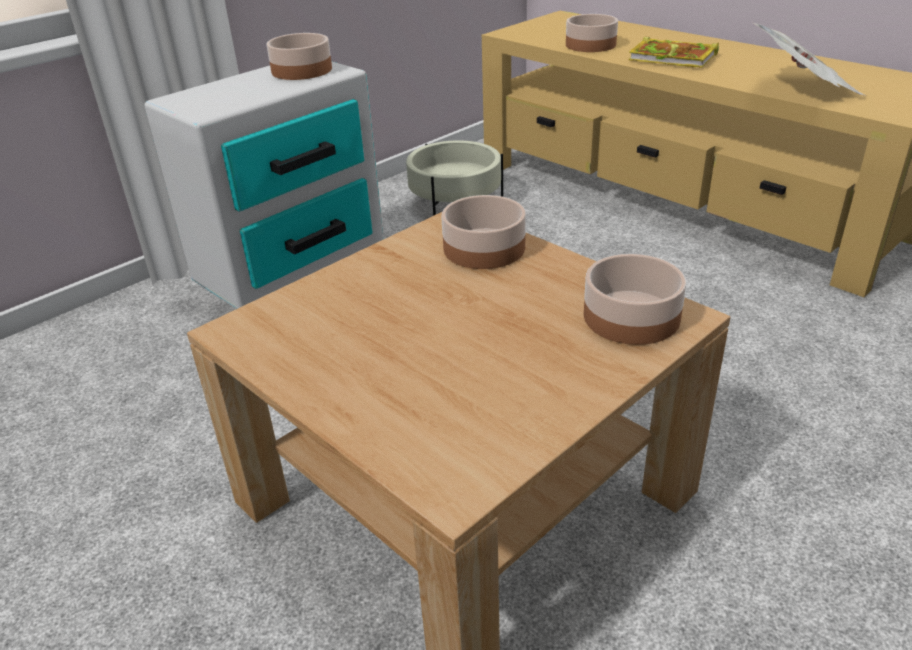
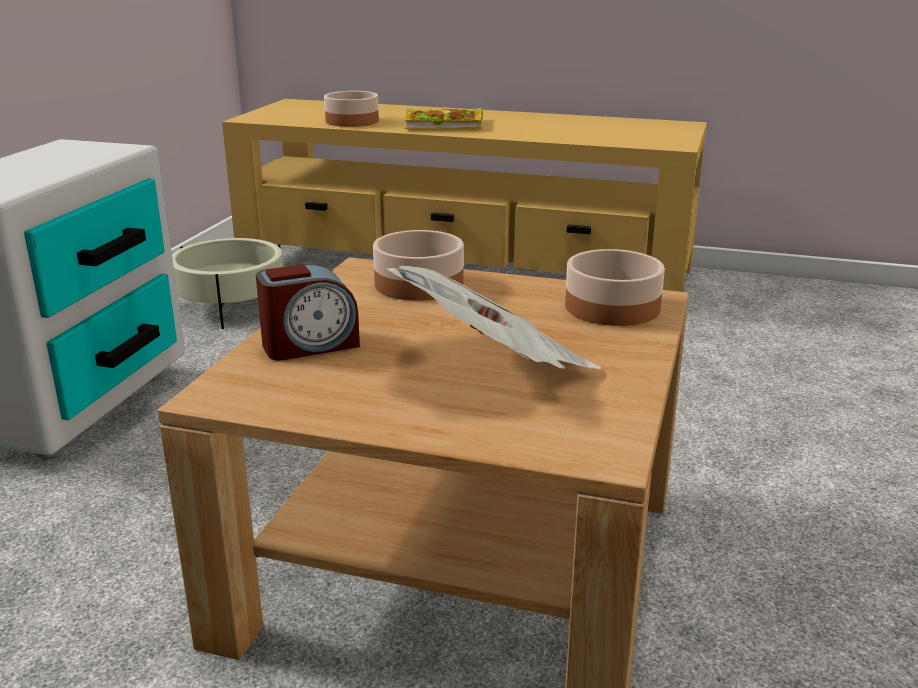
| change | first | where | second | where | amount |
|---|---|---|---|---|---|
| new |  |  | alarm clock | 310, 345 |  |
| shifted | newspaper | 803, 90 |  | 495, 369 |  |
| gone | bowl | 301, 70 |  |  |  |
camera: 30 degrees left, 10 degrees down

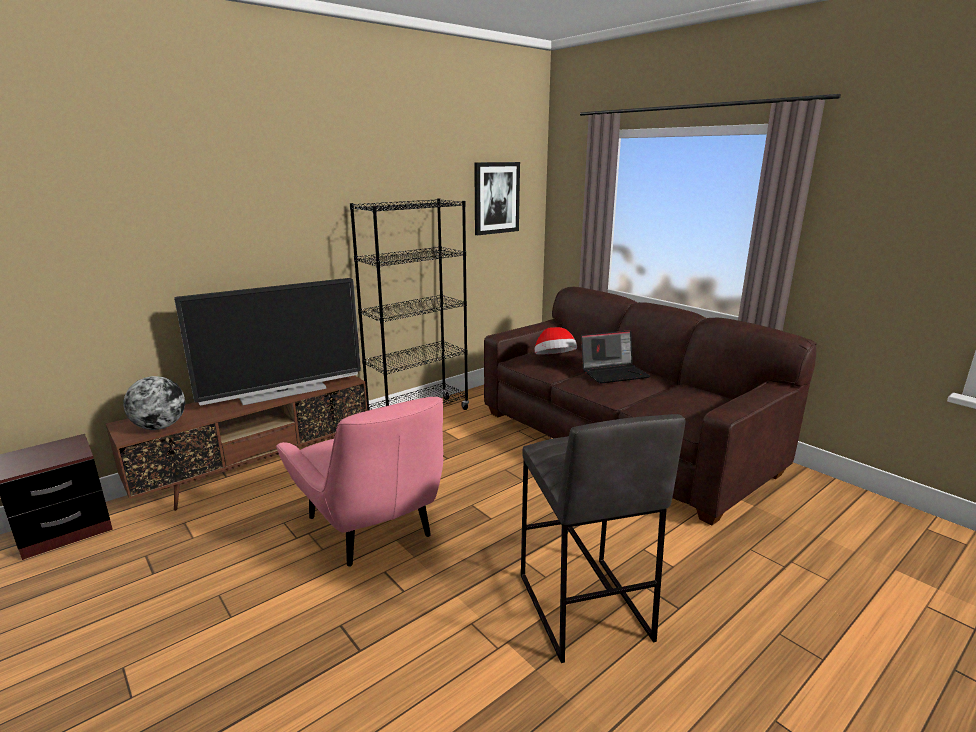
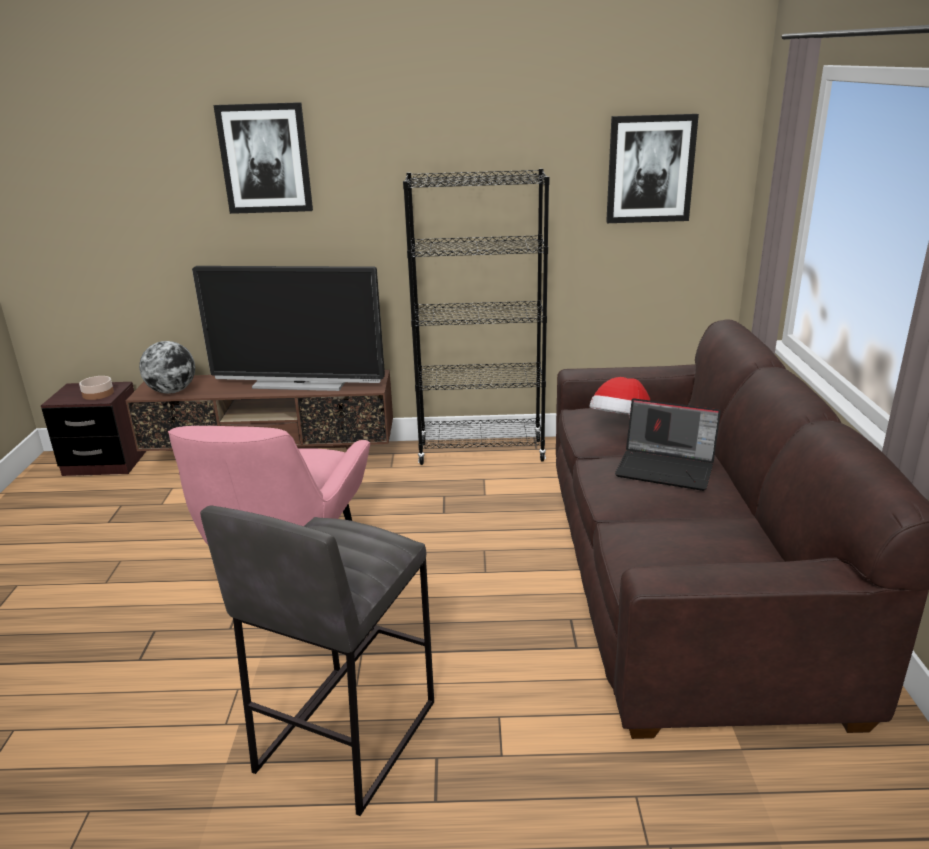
| change | first | where | second | where | amount |
|---|---|---|---|---|---|
| new |  |  | bowl | 98, 393 |  |
| new |  |  | picture | 265, 159 |  |
camera: 40 degrees right, 5 degrees up

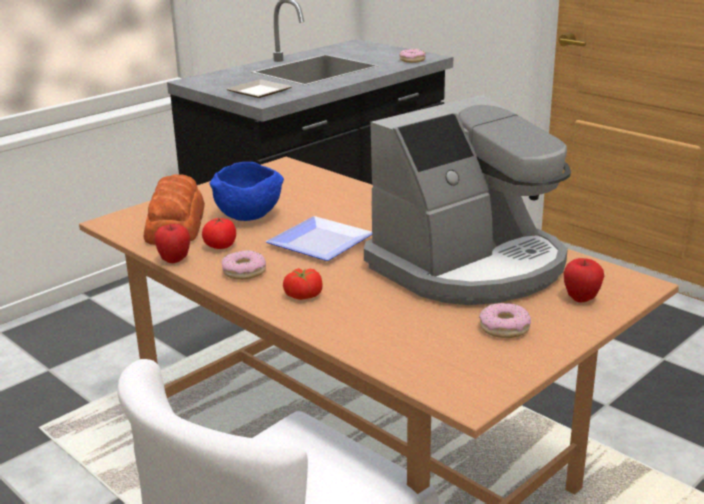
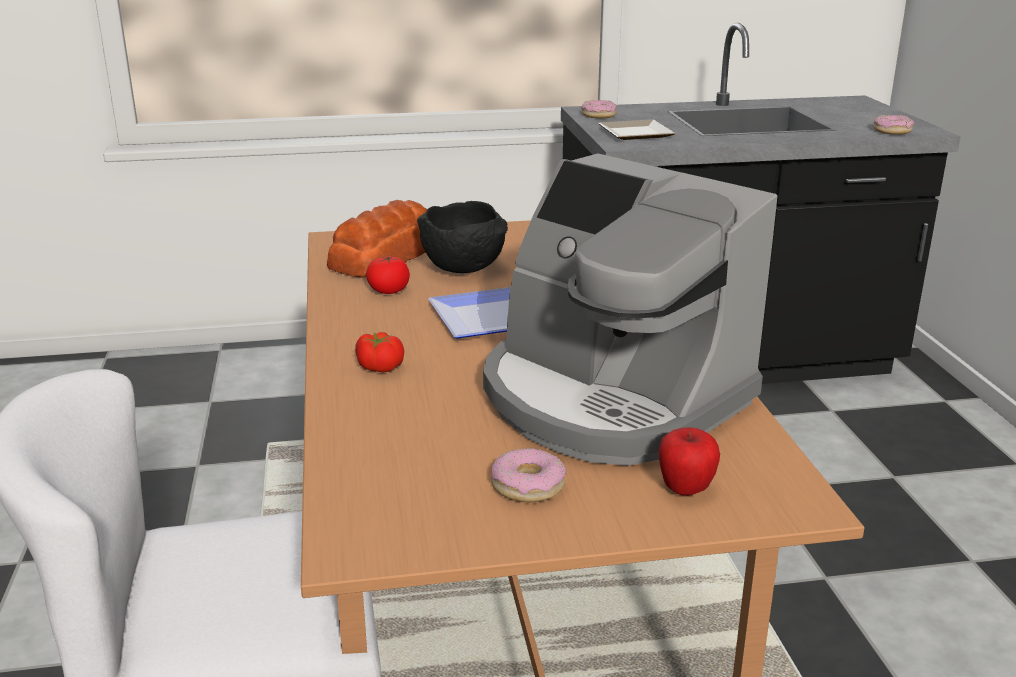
| change | first | where | second | where | amount |
|---|---|---|---|---|---|
| repainted | blue bowl | 249, 216 | black bowl | 465, 269 |  |
| rotated | coffee machine | 469, 266 |  | 610, 399 | 45 degrees clockwise |
| shifted | donut | 244, 271 |  | 599, 115 |  |
| gone | apple | 174, 260 |  |  |  |
camera: 35 degrees right, 0 degrees up

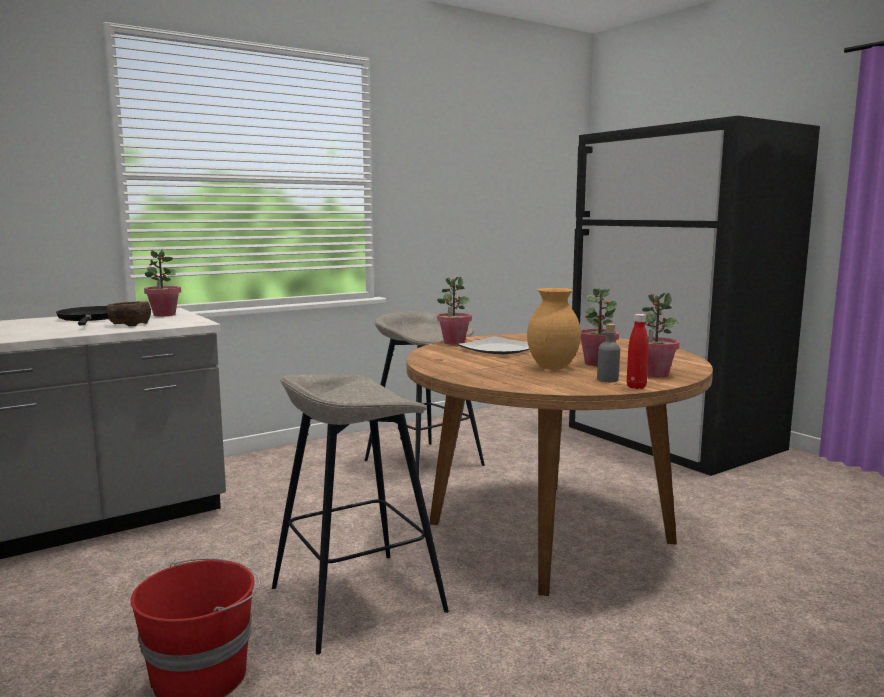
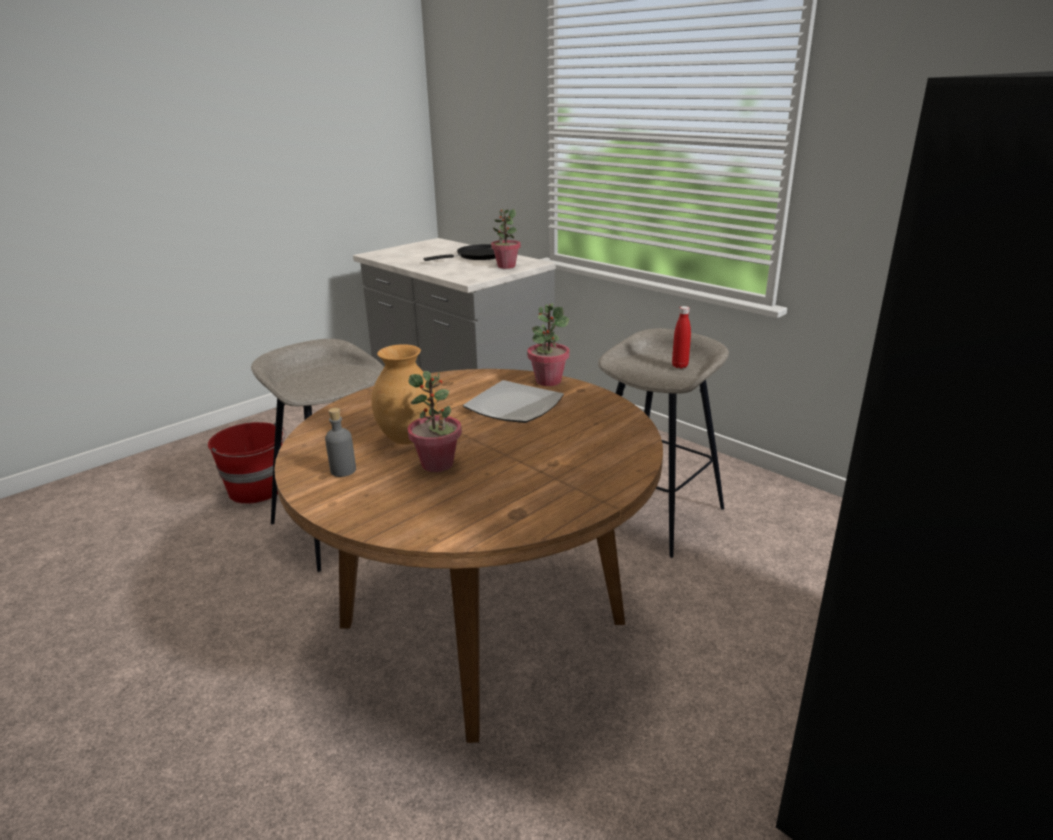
| change | first | where | second | where | amount |
|---|---|---|---|---|---|
| shifted | red bottle | 636, 387 |  | 680, 366 |  |
| gone | brown bowl | 129, 324 |  |  |  |
| gone | potted plant | 654, 374 |  |  |  |
camera: 80 degrees right, 15 degrees up

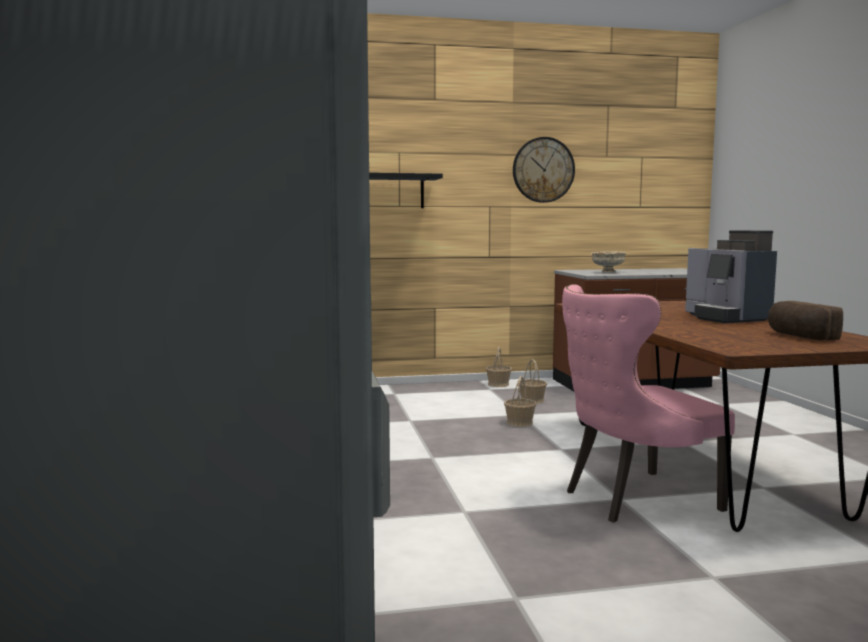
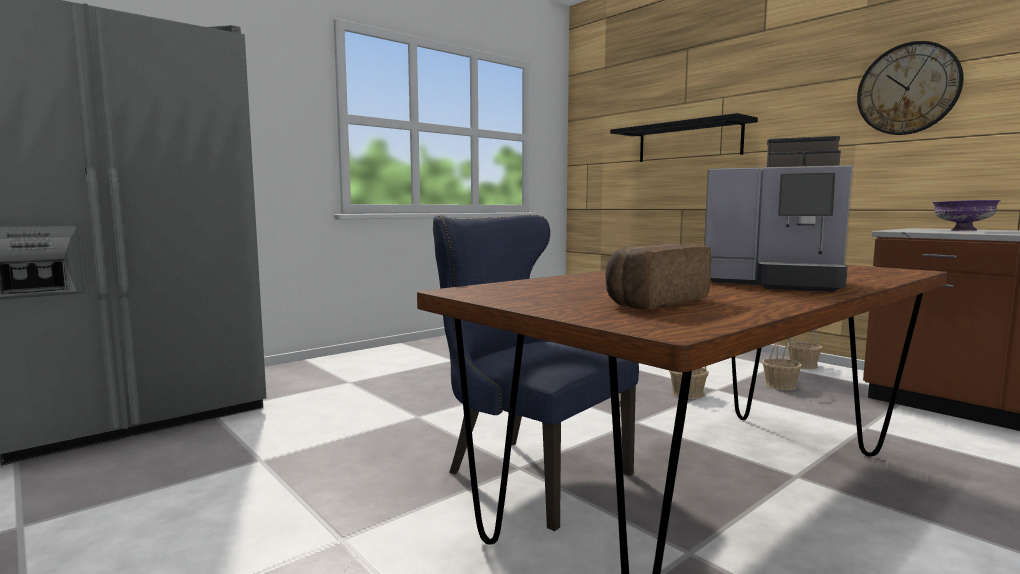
| change | first | where | second | where | amount |
|---|---|---|---|---|---|
| repainted | pink chair | 634, 498 | blue chair | 529, 474 |  |
| rotated | coffee machine | 725, 318 |  | 775, 283 | 105 degrees counterclockwise |
| repainted | beige bowl | 608, 272 | purple bowl | 962, 231 |  |
camera: 60 degrees right, 0 degrees up

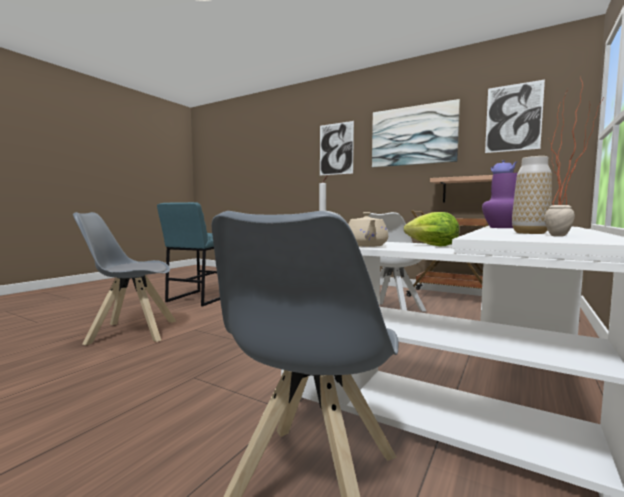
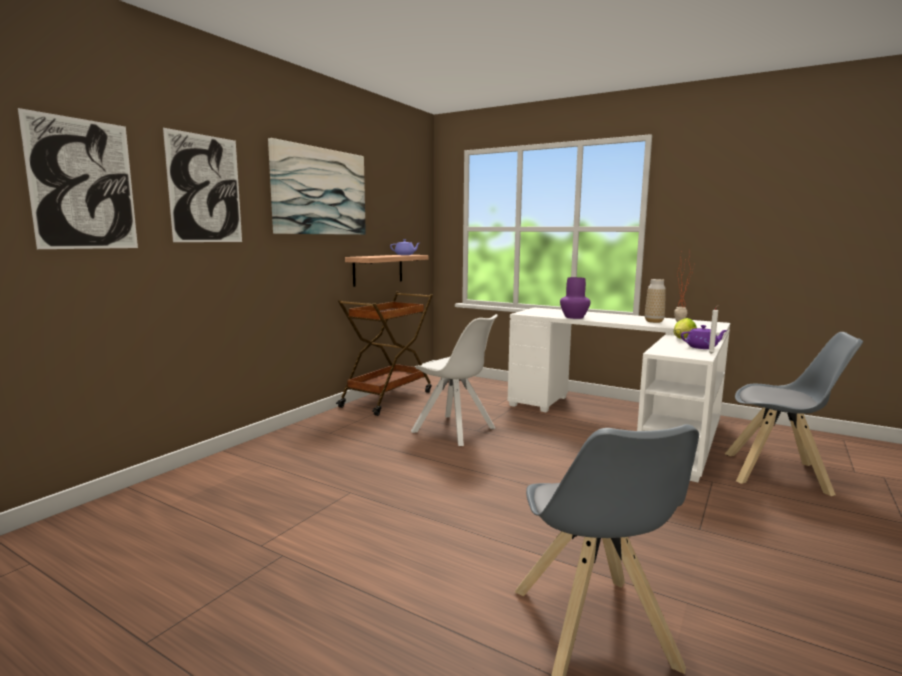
| change | first | where | second | where | amount |
|---|---|---|---|---|---|
| shifted | picture | 513, 117 |  | 83, 184 |  |
| repainted | beige teapot | 366, 246 | purple teapot | 702, 347 |  |
| gone | blue stool | 199, 298 |  |  |  |
camera: 90 degrees left, 5 degrees up

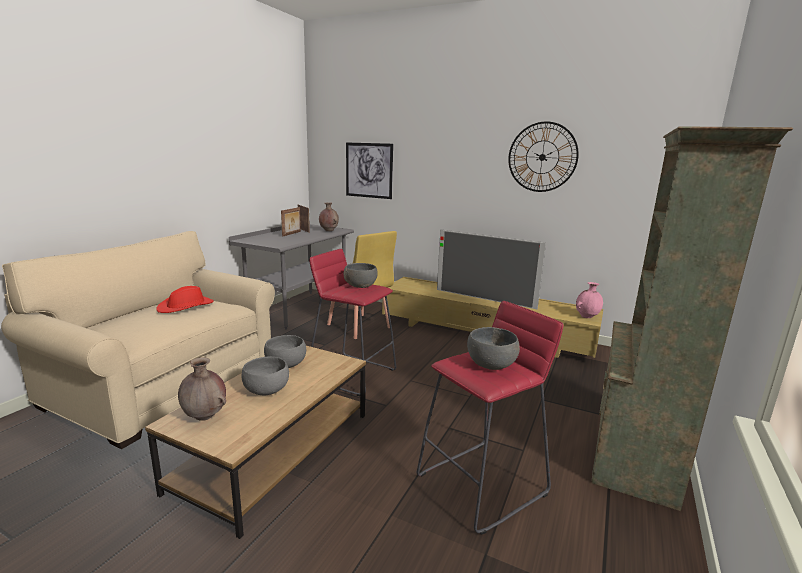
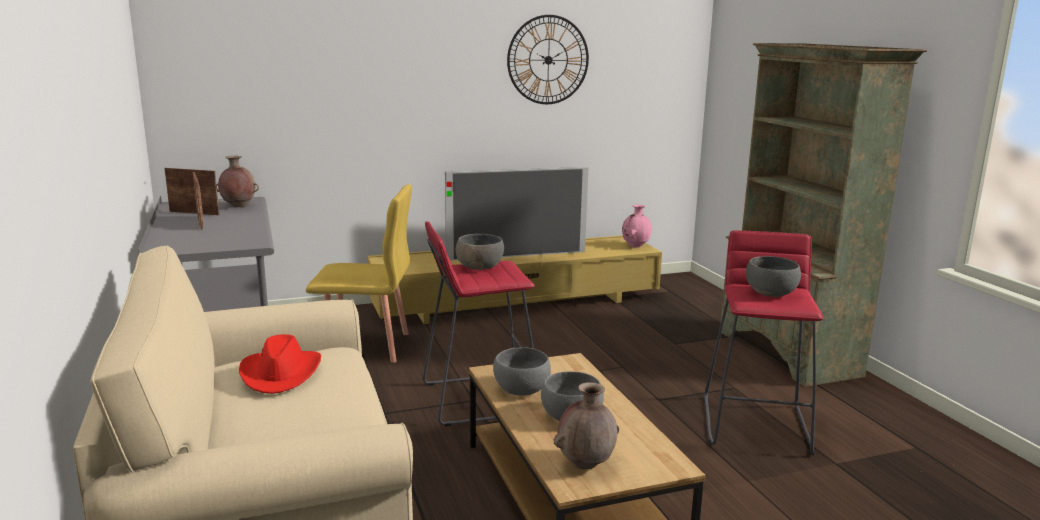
| change | first | where | second | where | amount |
|---|---|---|---|---|---|
| gone | picture | 369, 170 |  |  |  |
camera: 45 degrees left, 0 degrees up

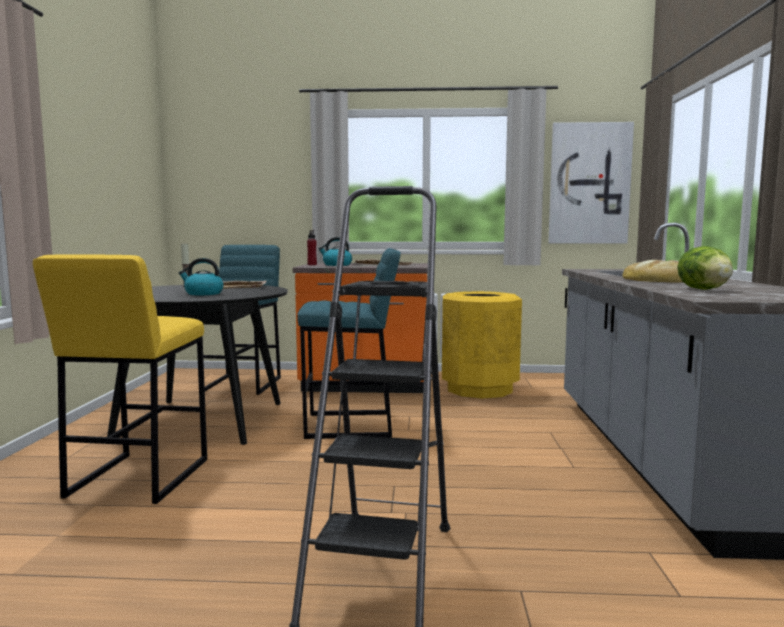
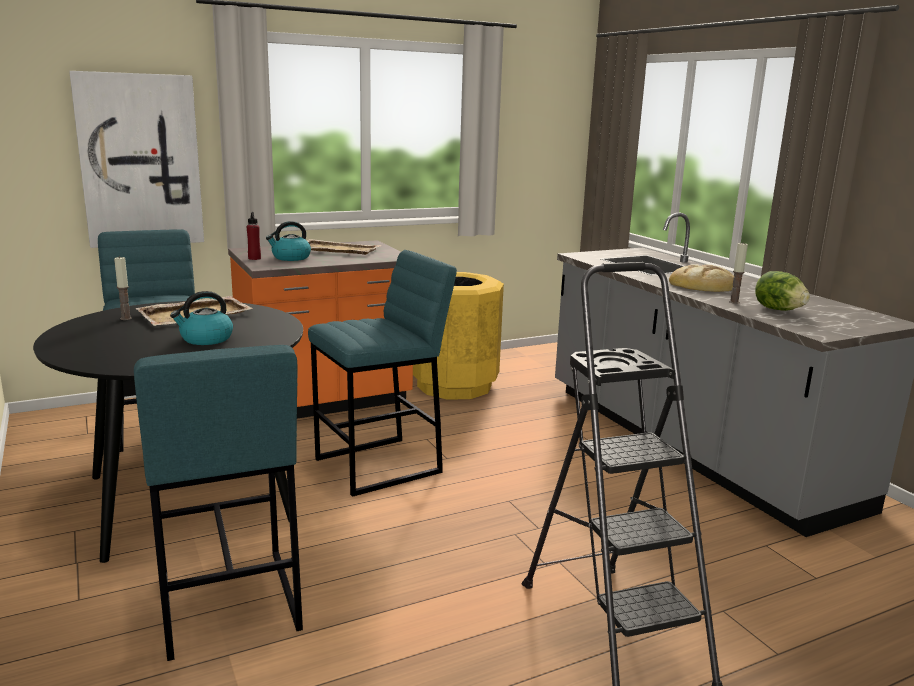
| change | first | where | second | where | amount |
|---|---|---|---|---|---|
| shifted | picture | 589, 184 |  | 140, 161 |  |
| repainted | yellow stool | 137, 479 | turquoise stool | 229, 605 |  |
| new |  |  | candle | 734, 302 |  |
camera: 30 degrees left, 10 degrees up

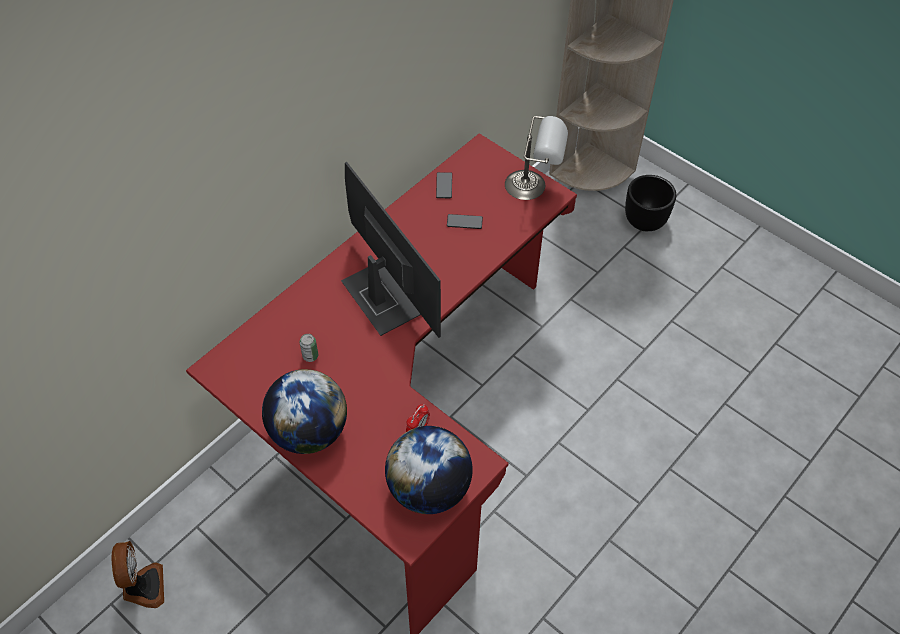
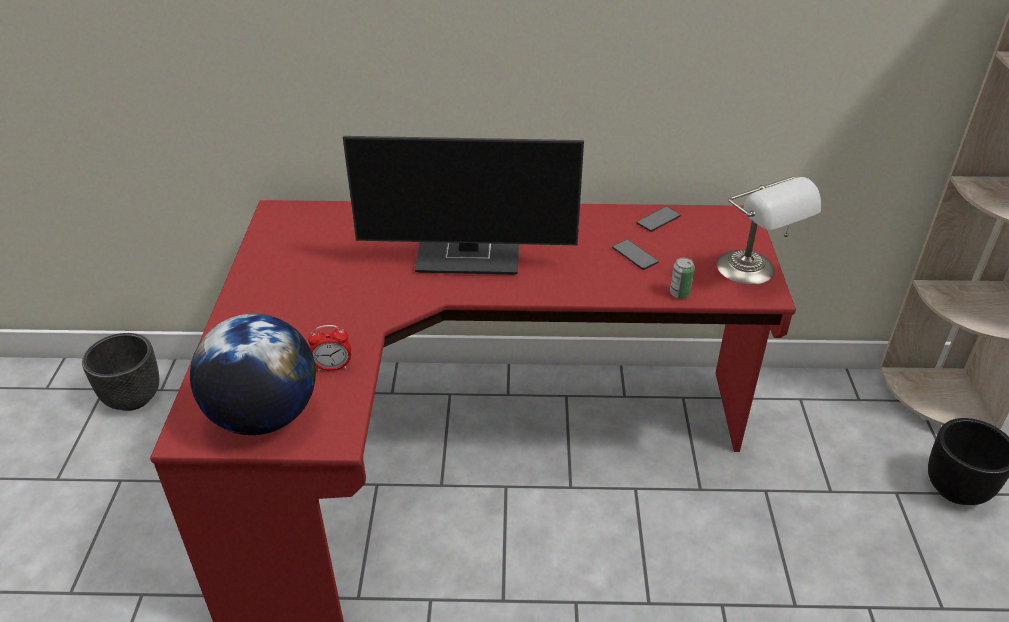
| change | first | where | second | where | amount |
|---|---|---|---|---|---|
| swapped | fan | 143, 587 | black planter | 133, 397 |  |
| rotated | monitor | 381, 297 |  | 470, 255 | 75 degrees clockwise |
| shifted | can | 310, 356 |  | 679, 293 |  |
| gone | globe | 308, 432 |  |  |  |
camera: 50 degrees right, 15 degrees down

